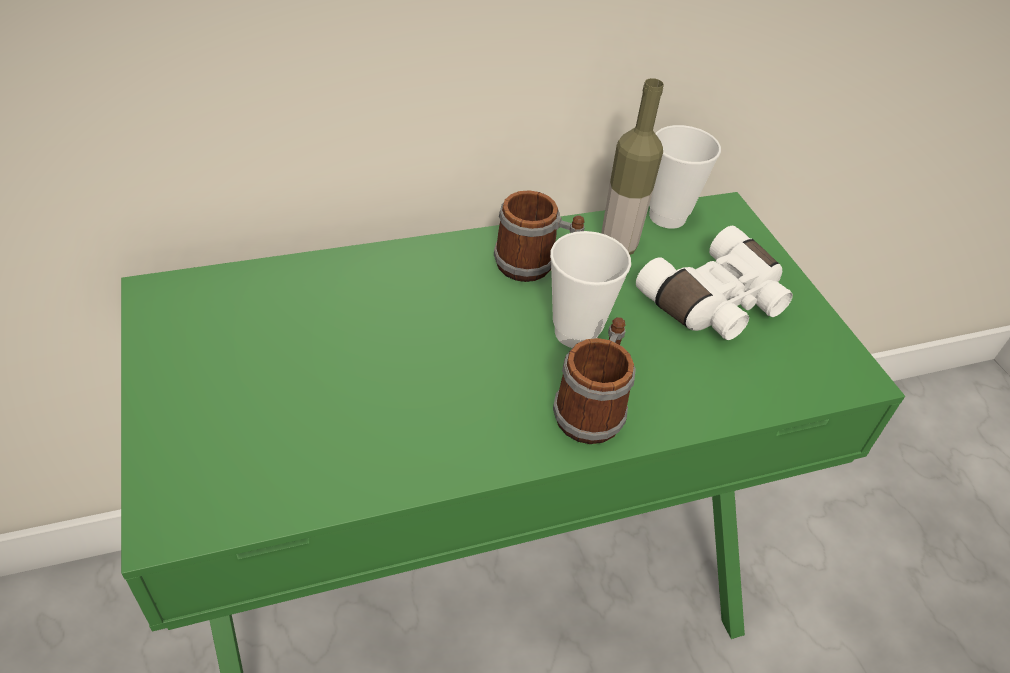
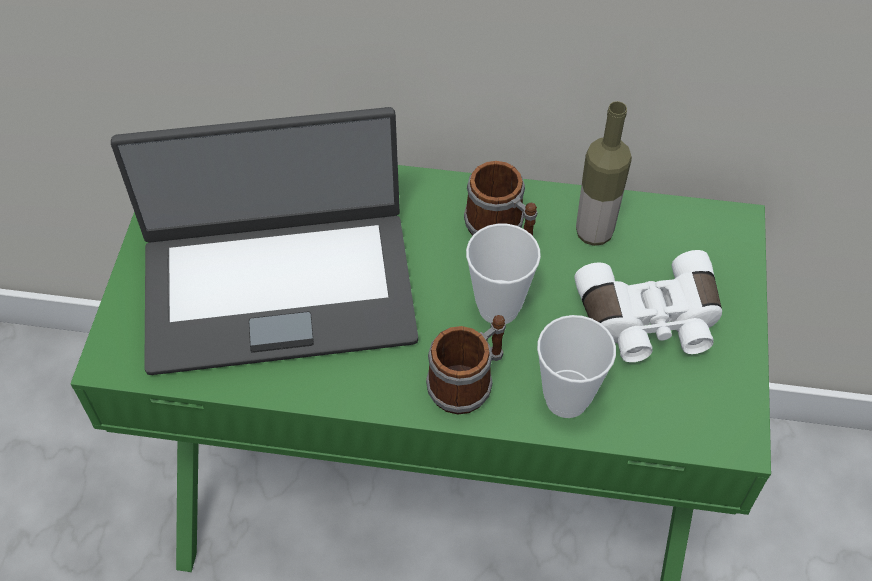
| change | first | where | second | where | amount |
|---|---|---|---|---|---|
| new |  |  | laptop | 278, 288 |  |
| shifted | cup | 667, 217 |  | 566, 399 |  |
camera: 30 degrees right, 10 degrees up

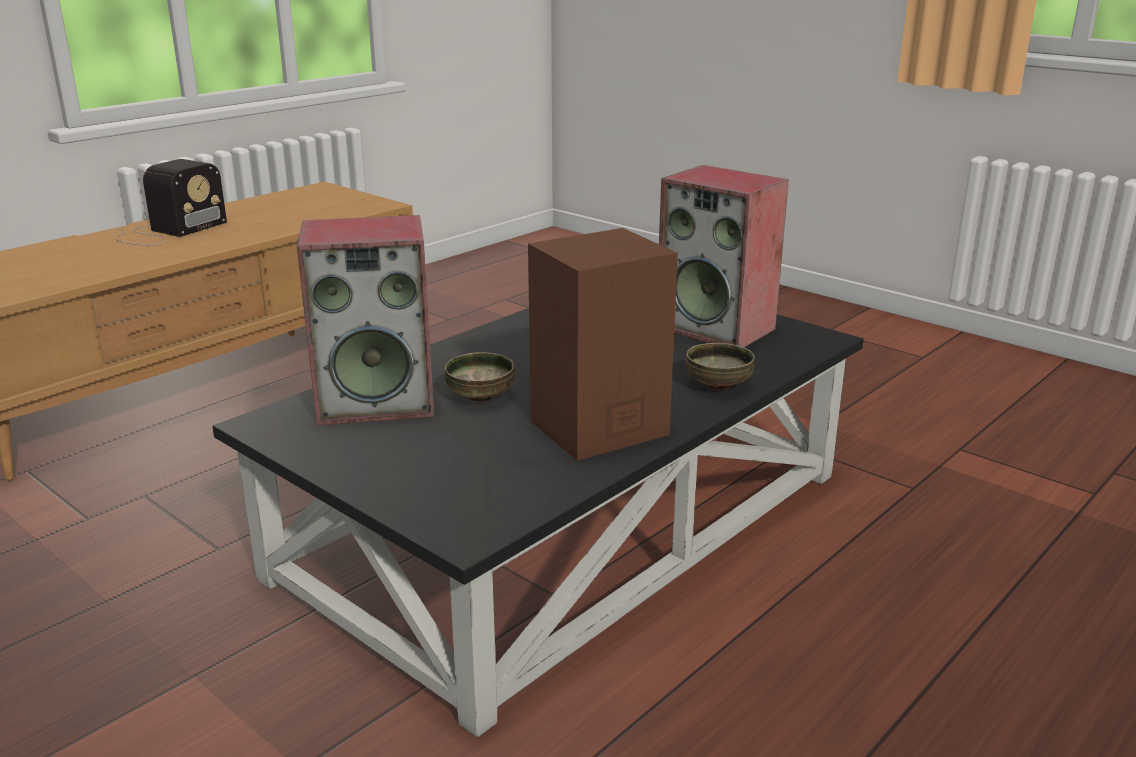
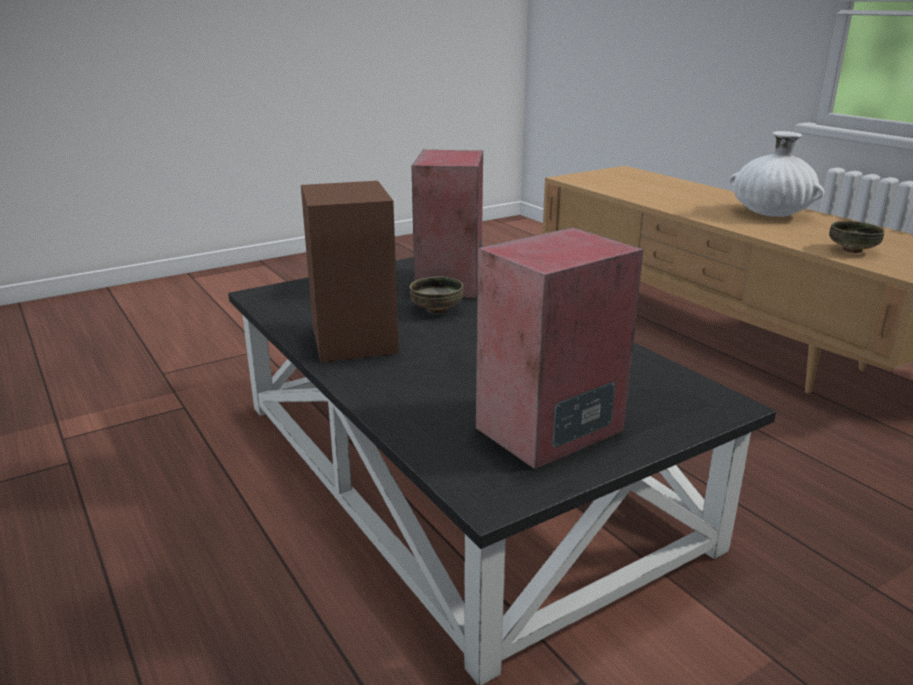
| change | first | where | second | where | amount |
|---|---|---|---|---|---|
| swapped | radio | 167, 231 | white vase | 771, 213 |  |
| shifted | bowl | 718, 386 |  | 851, 250 |  |
camera: 105 degrees right, 0 degrees up

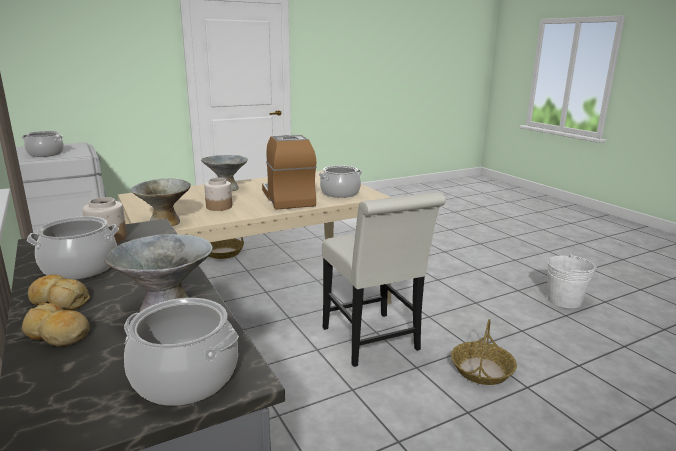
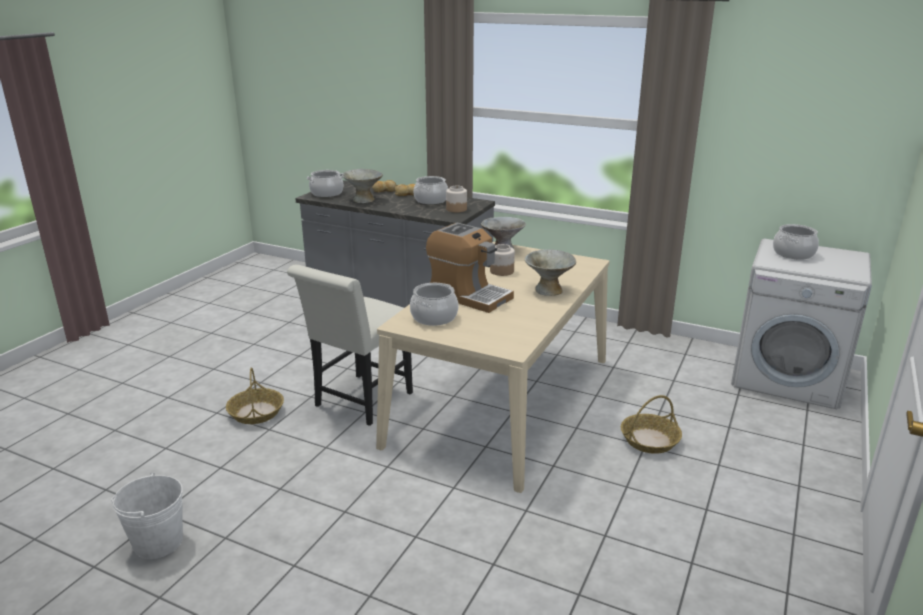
| change | first | where | second | where | amount |
|---|---|---|---|---|---|
| rotated | white chair | 373, 342 |  | 359, 402 | 90 degrees counterclockwise |
camera: 145 degrees right, 5 degrees up

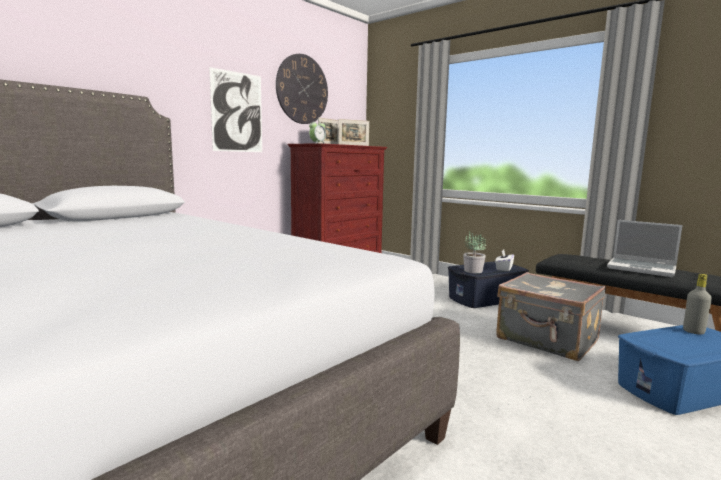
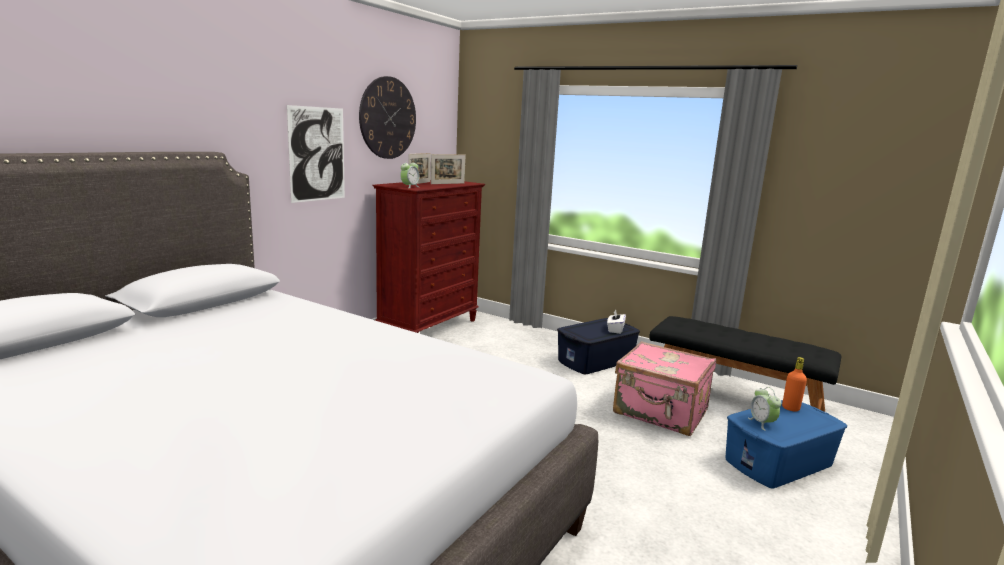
| change | first | where | second | where | amount |
|---|---|---|---|---|---|
| repainted | grey suitcase | 547, 340 | pink suitcase | 660, 413 |  |
| new |  |  | alarm clock | 762, 423 |  |
| repainted | grey bottle | 693, 331 | orange bottle | 790, 408 |  |
| gone | potted plant | 472, 271 |  |  |  |
| gone | laptop | 642, 268 |  |  |  |
camera: 10 degrees left, 5 degrees up

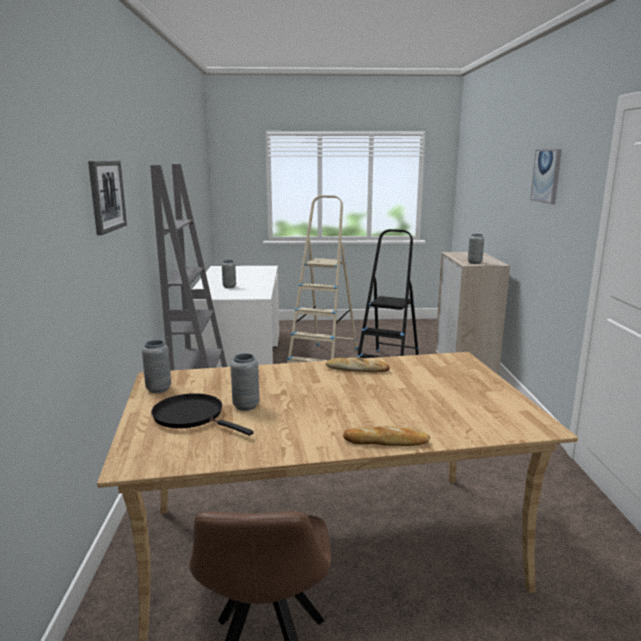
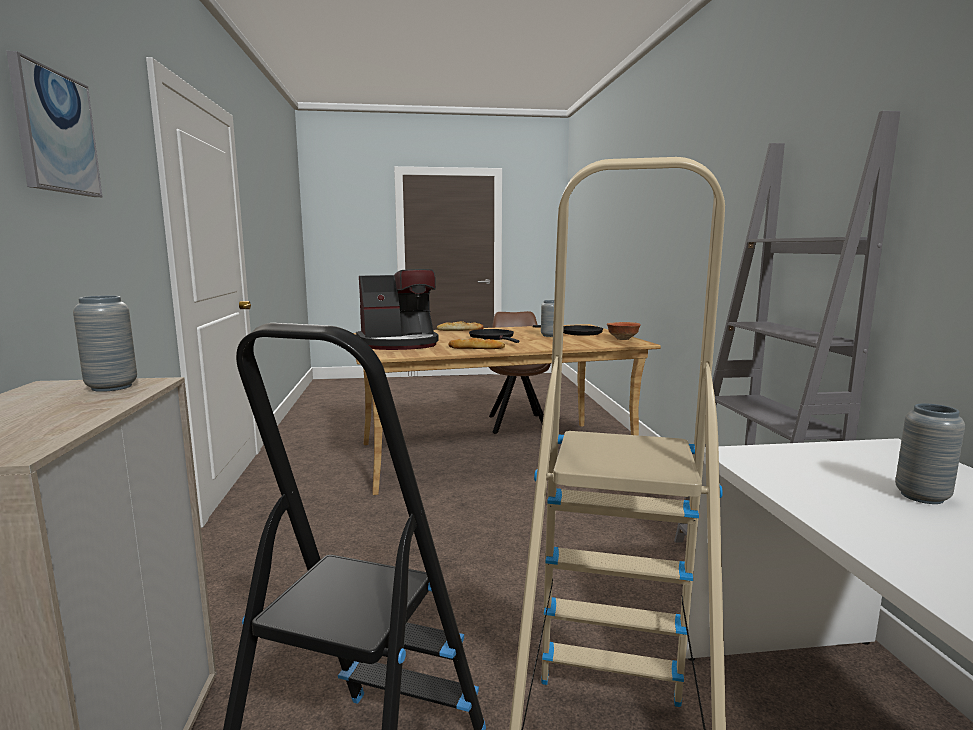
| change | first | where | second | where | amount |
|---|---|---|---|---|---|
| new |  |  | coffee machine | 399, 344 |  |
| new |  |  | black frying pan | 493, 338 |  |
| swapped | grey vase | 158, 389 | bowl | 622, 339 |  |
| gone | picture | 106, 196 |  |  |  |
camera: 175 degrees right, 5 degrees down

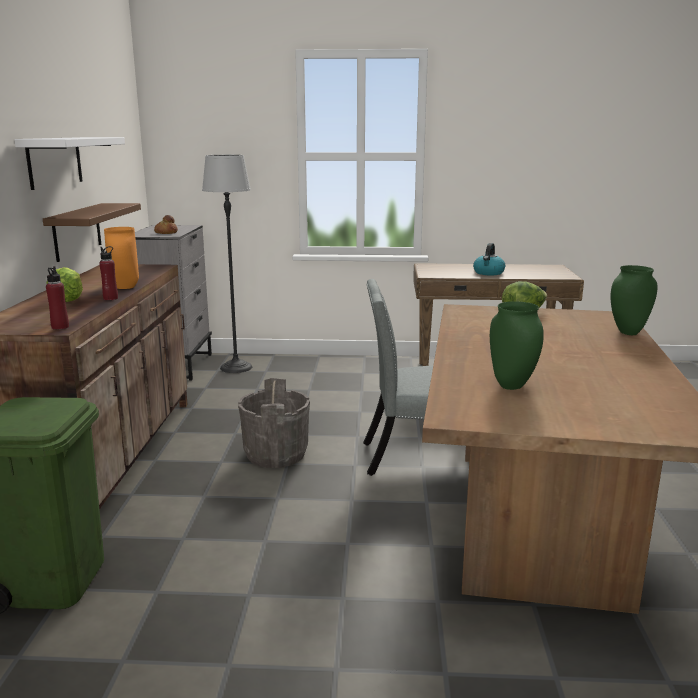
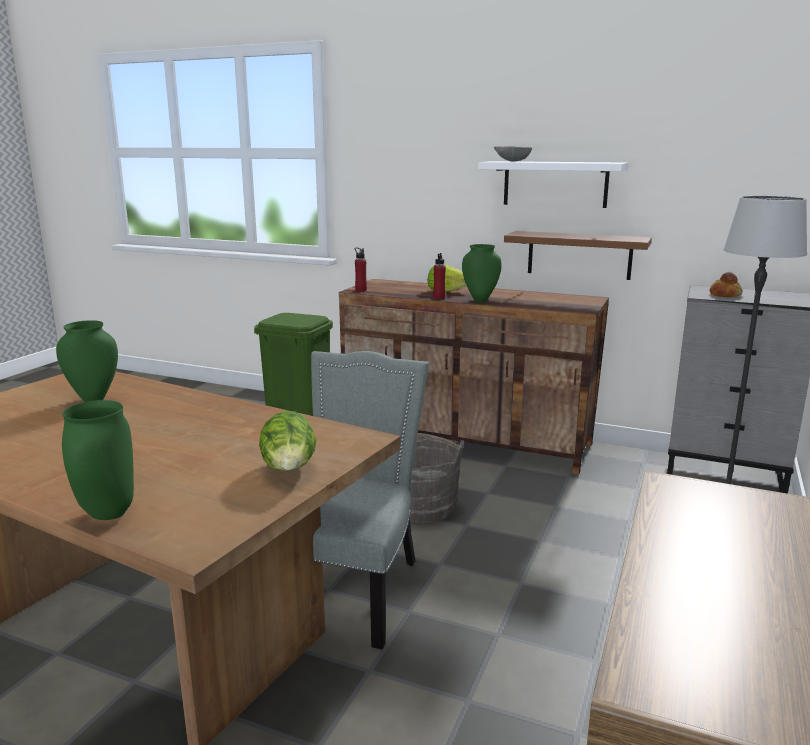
| change | first | where | second | where | amount |
|---|---|---|---|---|---|
| repainted | orange vase | 124, 287 | green vase | 480, 300 |  |
| new |  |  | grey bowl | 511, 161 |  |
| gone | kettle | 488, 273 |  |  |  |
camera: 110 degrees right, 0 degrees up

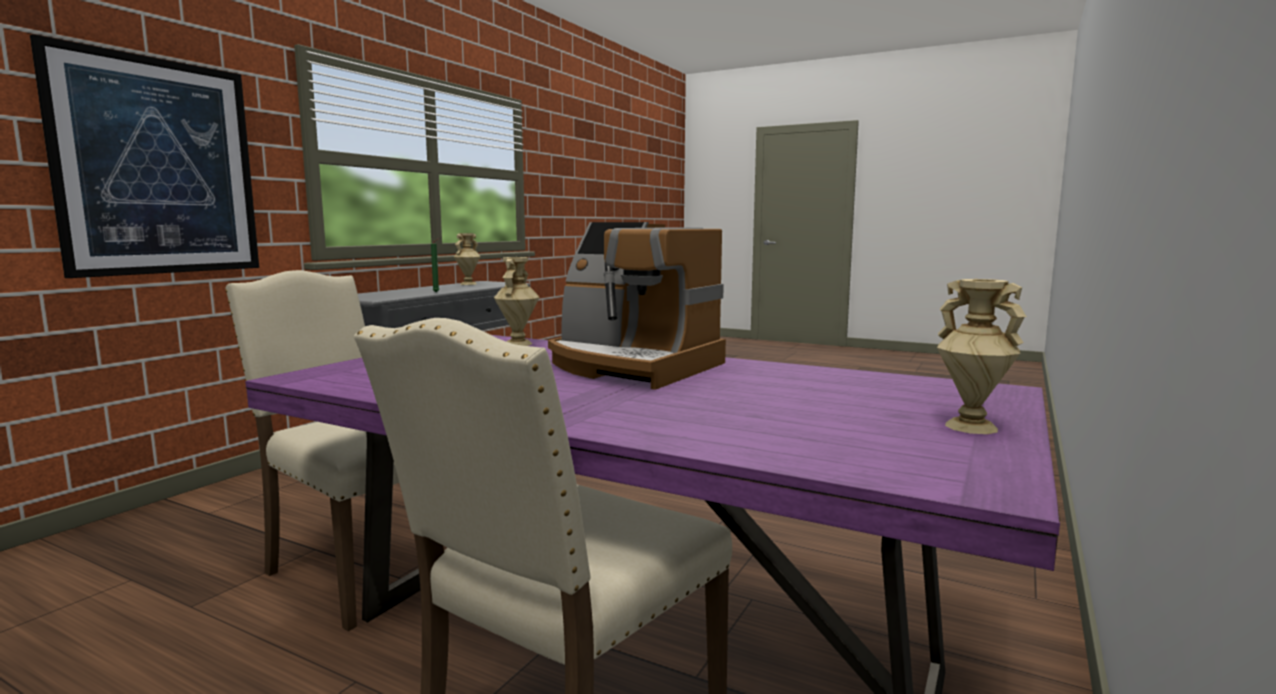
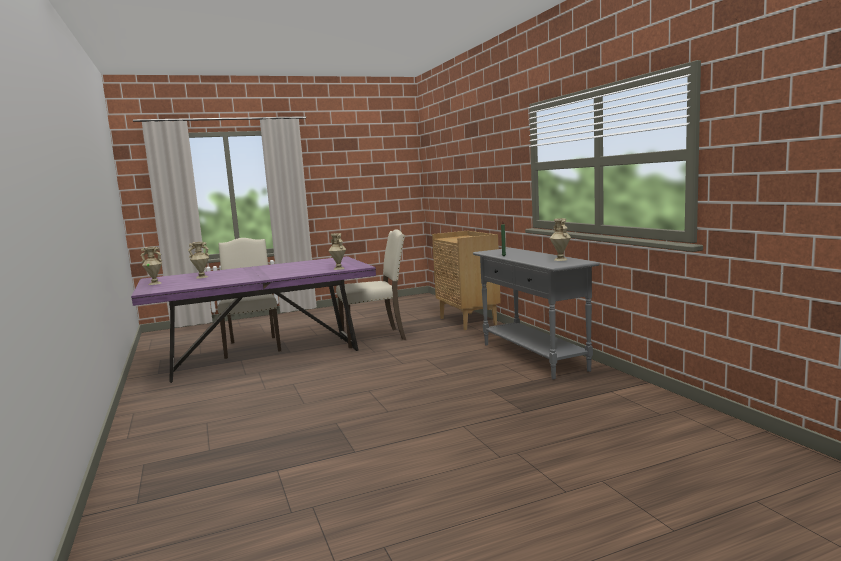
| change | first | where | second | where | amount |
|---|---|---|---|---|---|
| new |  |  | beige vase | 201, 277 |  |
| new |  |  | brown cabinet | 468, 321 |  |
| gone | picture | 158, 167 |  |  |  |
| gone | coffee machine | 632, 366 |  |  |  |
camera: 130 degrees right, 0 degrees up

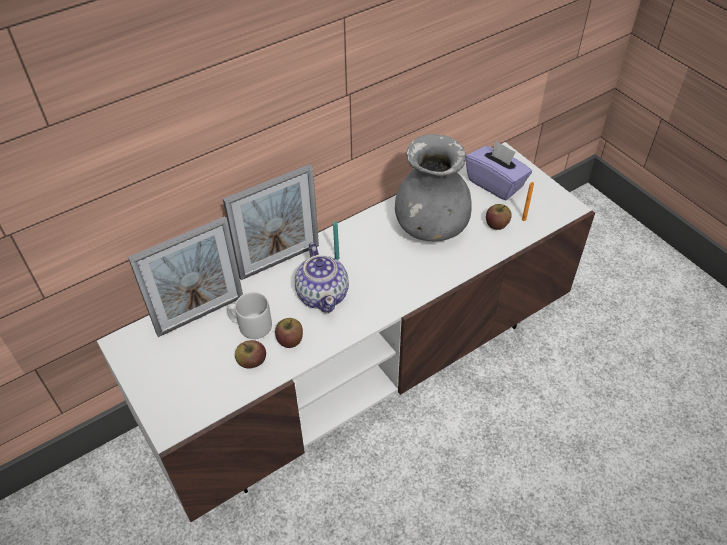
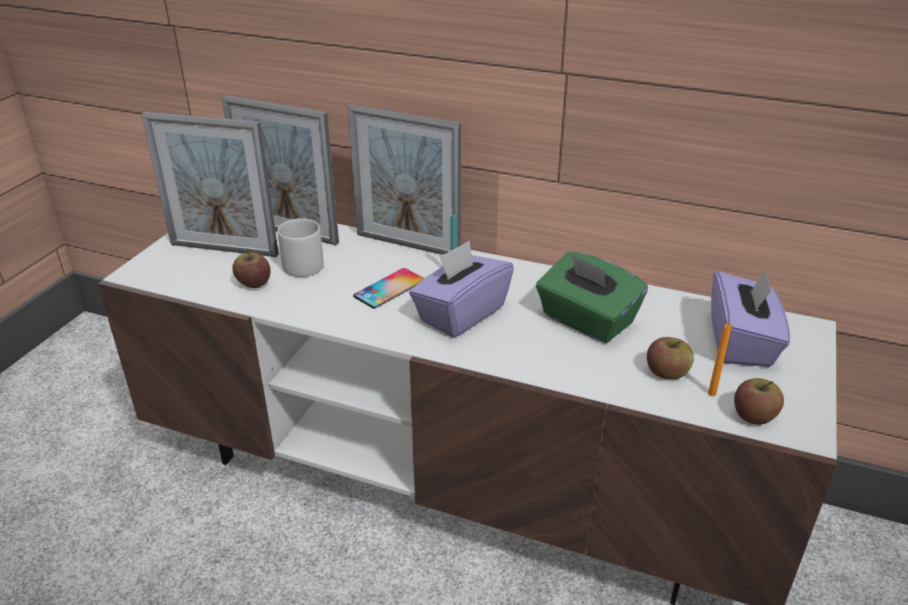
| change | first | where | second | where | amount |
|---|---|---|---|---|---|
| new |  |  | picture frame | 224, 249 |  |
| swapped | teapot | 323, 294 | phone | 389, 288 |  |
| new |  |  | purple tissue box | 461, 314 |  |
| swapped | grey vase | 431, 227 | green tissue box | 586, 321 |  |
| shifted | apple | 290, 340 |  | 754, 416 |  |
camera: 55 degrees right, 15 degrees down

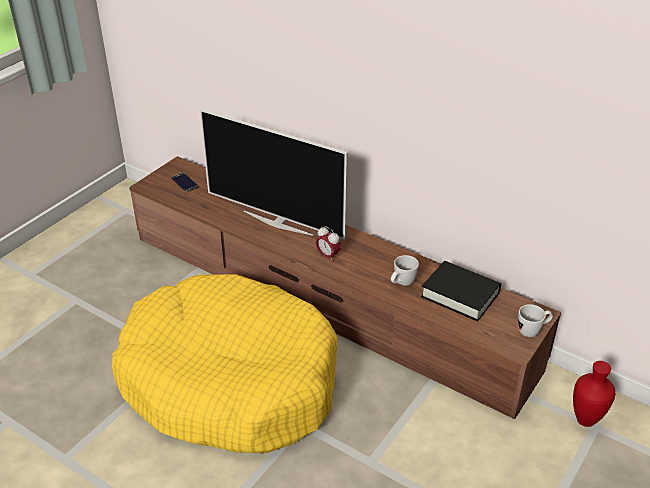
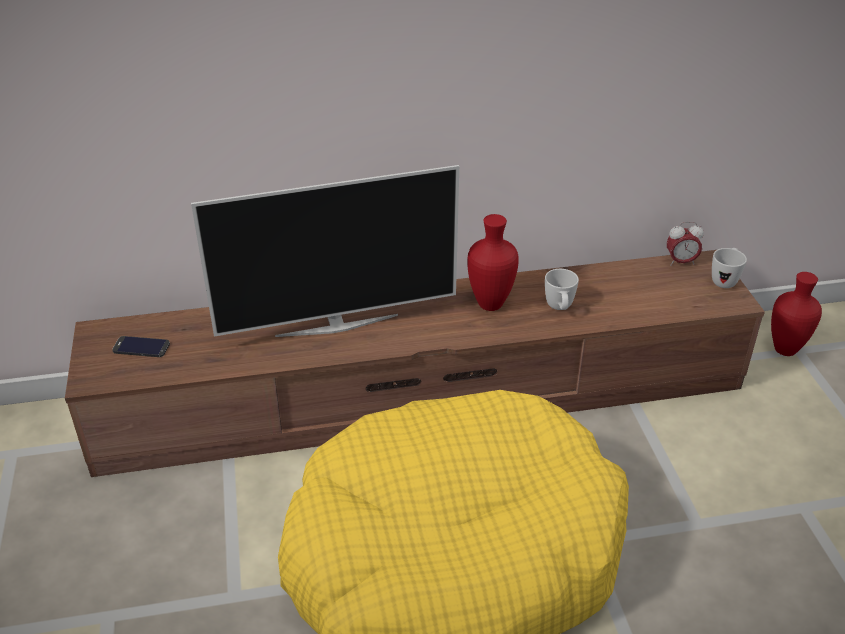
| change | first | where | second | where | amount |
|---|---|---|---|---|---|
| new |  |  | red vase | 489, 303 |  |
| shifted | alarm clock | 328, 256 |  | 681, 262 |  |
| gone | black book | 460, 295 |  |  |  |
camera: 45 degrees left, 0 degrees up

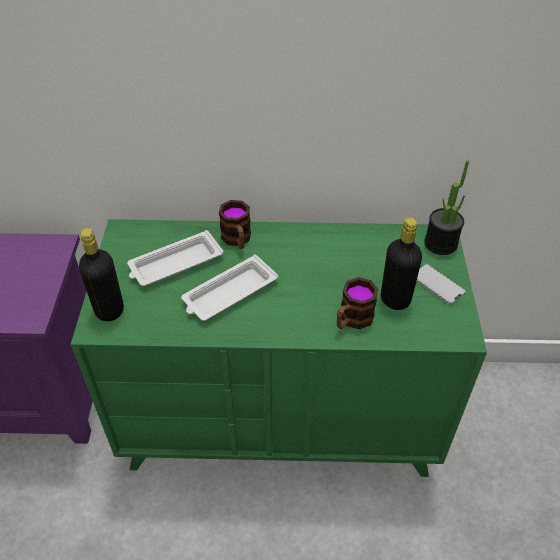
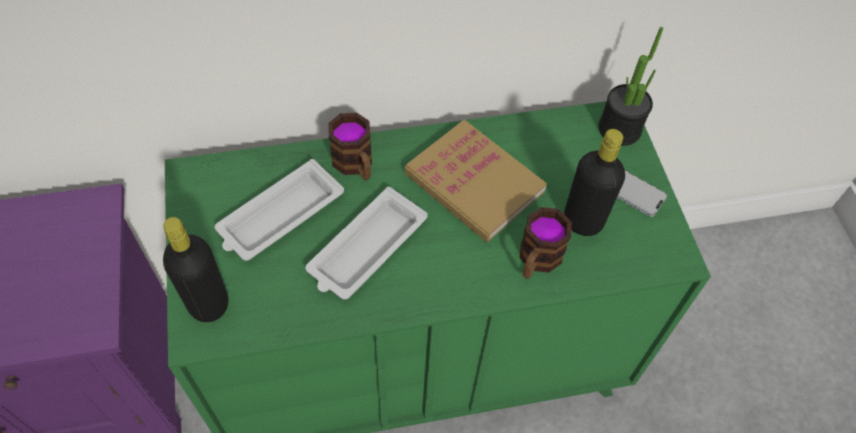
| change | first | where | second | where | amount |
|---|---|---|---|---|---|
| new |  |  | book | 474, 183 |  |
camera: 15 degrees left, 10 degrees up

